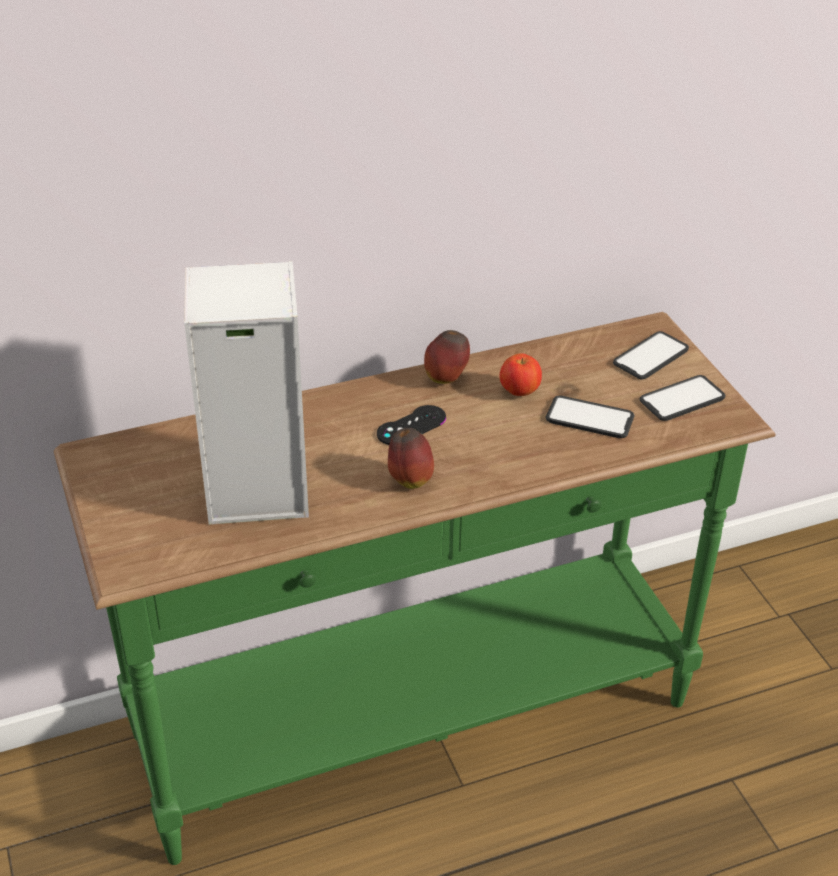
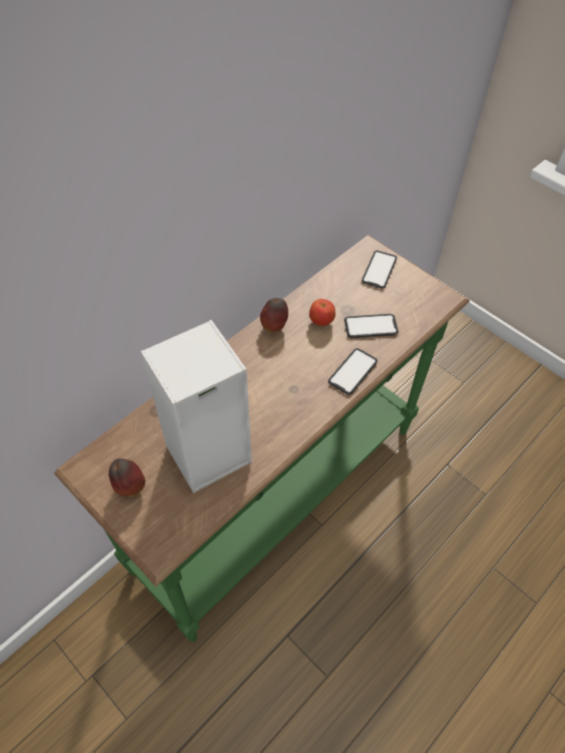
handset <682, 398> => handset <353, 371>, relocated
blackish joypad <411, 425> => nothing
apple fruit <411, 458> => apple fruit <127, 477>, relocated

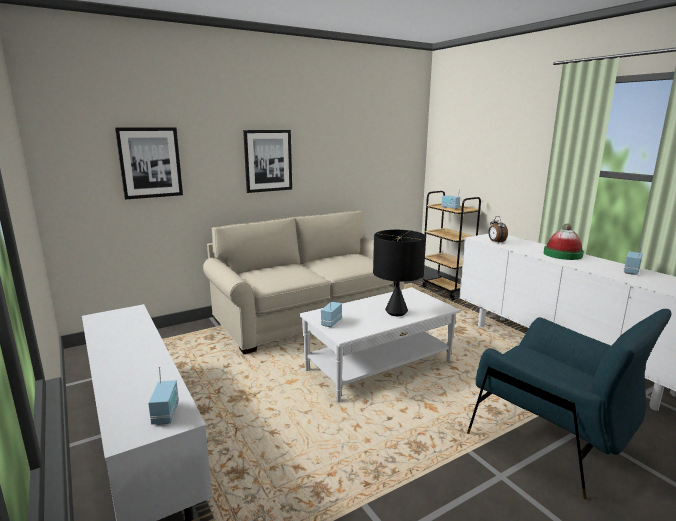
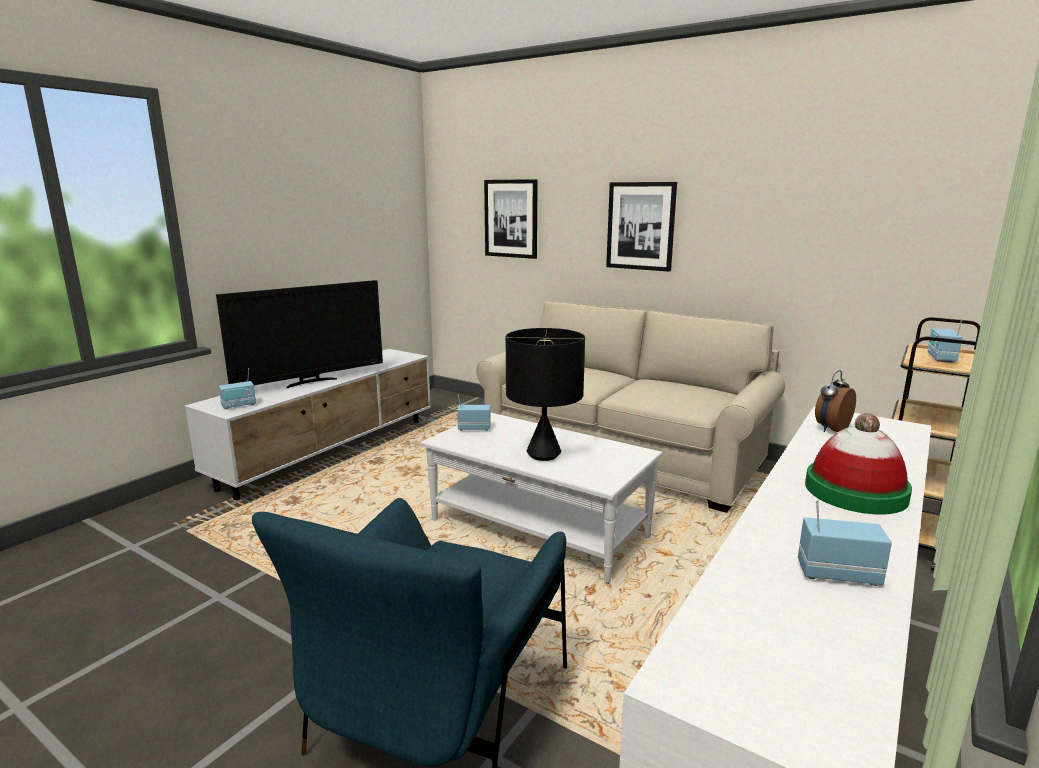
nothing => TV set <299, 334>

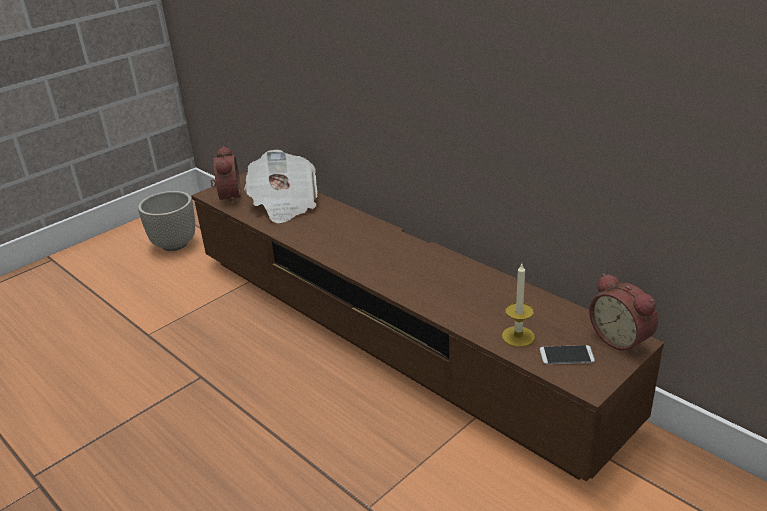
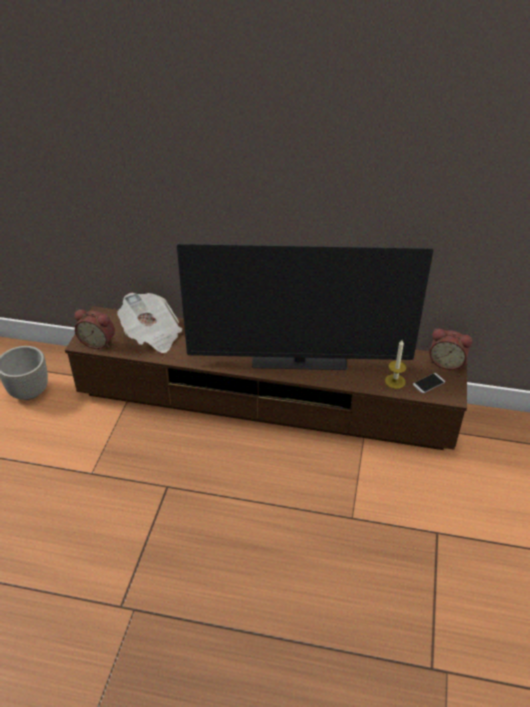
table clock <225, 175> => table clock <95, 329>, 150 degrees clockwise
nothing => TV set <305, 306>

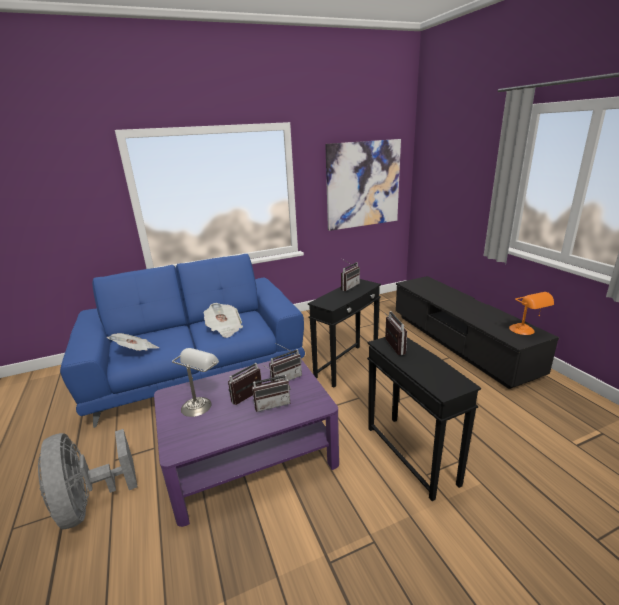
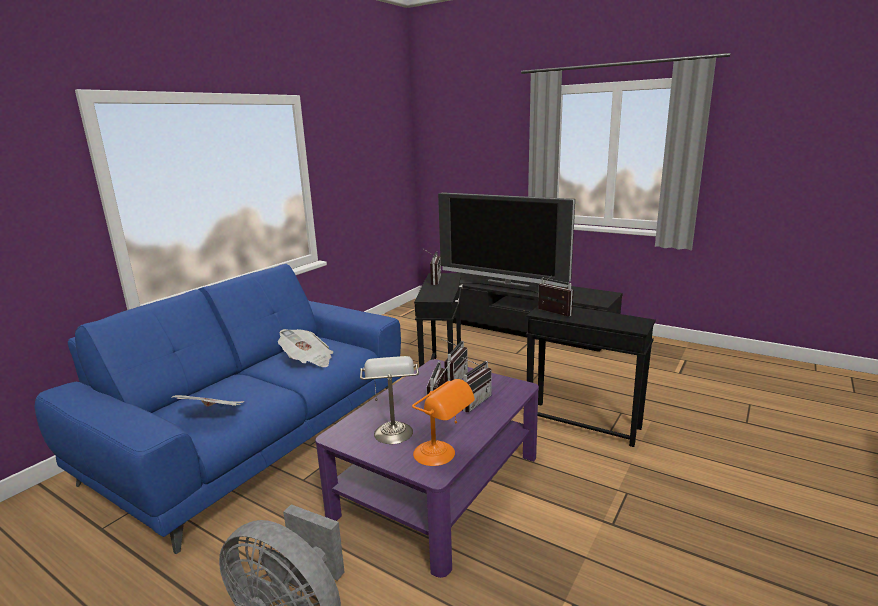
wall picture <363, 185> => nothing
orange lamp for a table <531, 313> => orange lamp for a table <443, 422>, relocated
nothing => TV set <506, 243>

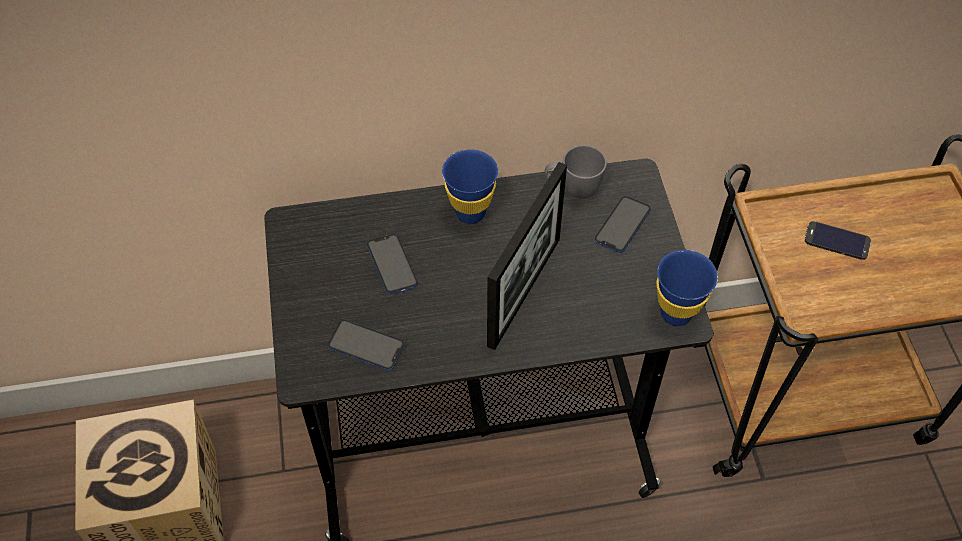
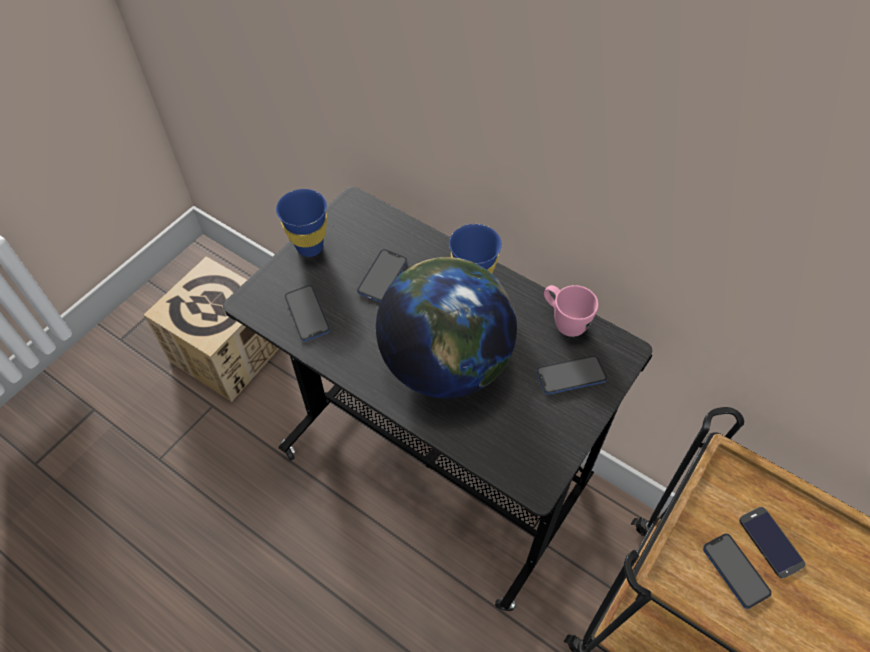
gray mug <576, 172> => pink-coloured mug <571, 311>
standing frame <527, 256> => desk globe <446, 327>
bluish small cup <687, 288> => bluish small cup <301, 223>, relocated
nothing => handset <737, 571>

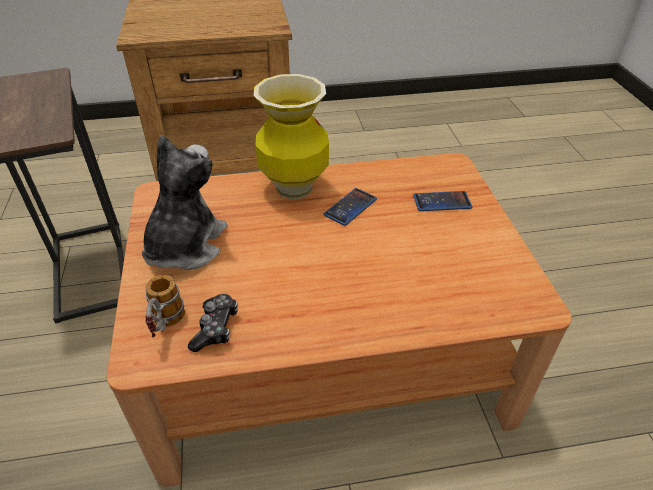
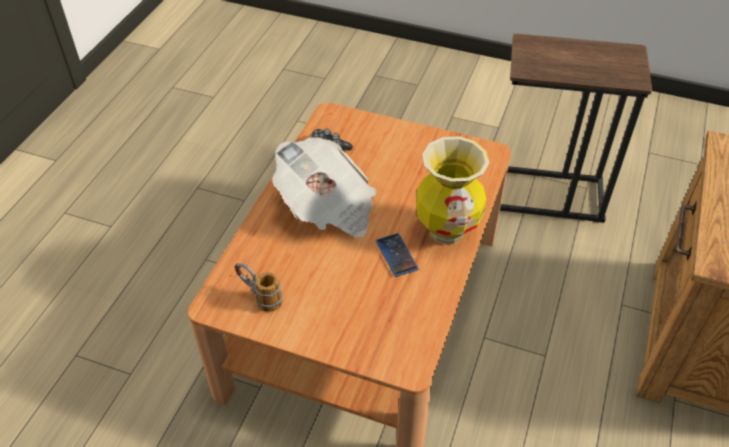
soft toy <184, 202> => nothing
handset <442, 201> => nothing
mug <165, 306> => mug <259, 287>, relocated
nothing => newspaper <324, 187>

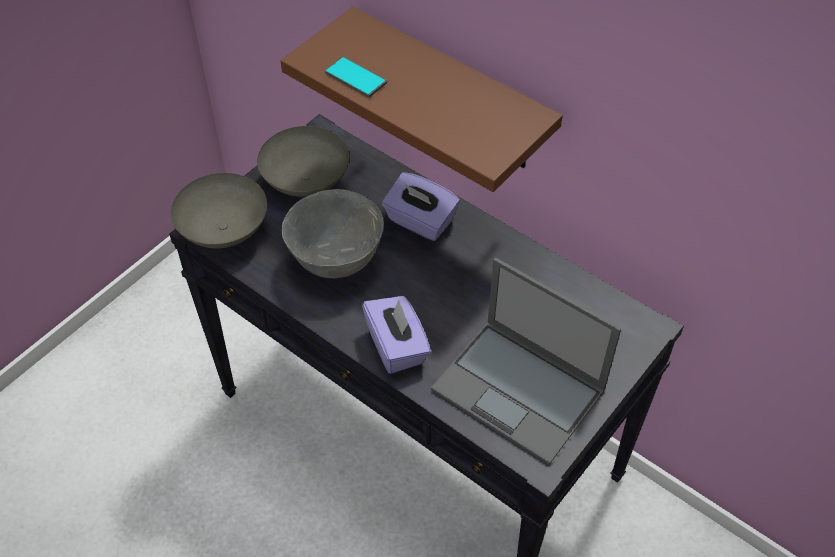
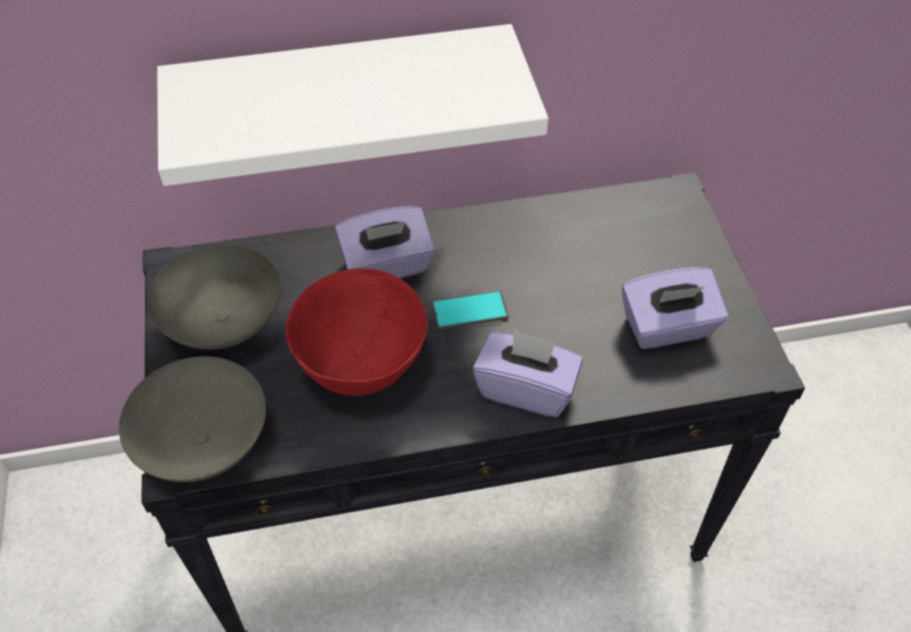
brownish bracket shelf <422, 99> => white-coloured bracket shelf <352, 105>
handset <356, 77> => handset <470, 310>, relocated
gray bowl <333, 233> => red bowl <357, 332>
notebook computer <526, 361> => purplish tissue box <675, 308>

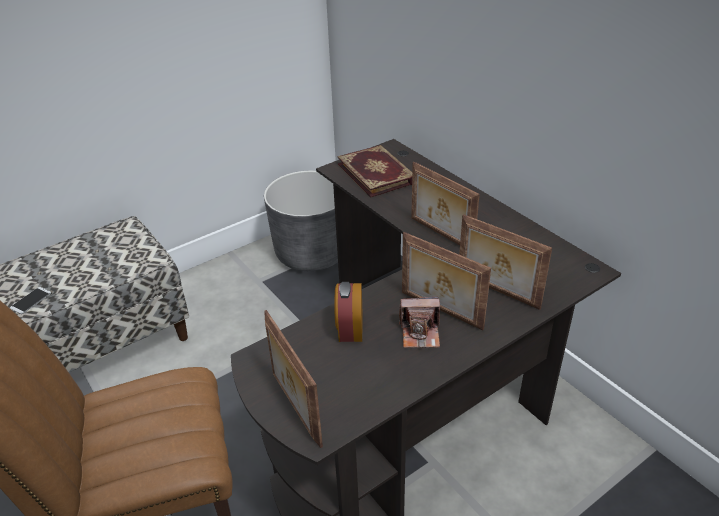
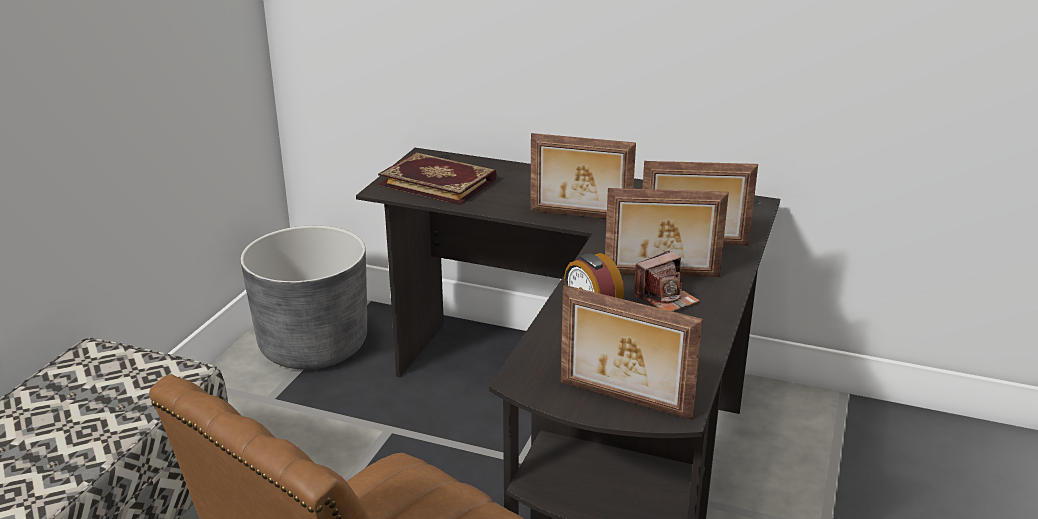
handset <30, 300> => nothing

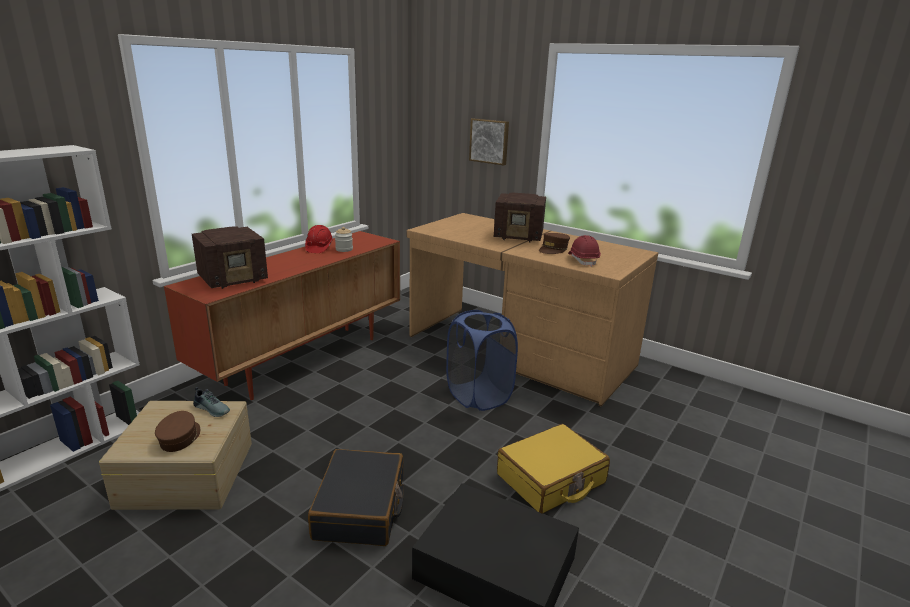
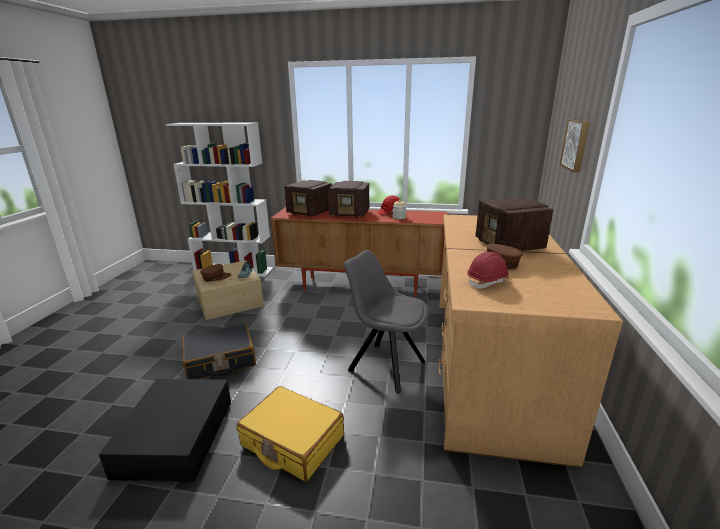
bluish laundry basket <482, 360> => gray upright chair <386, 321>
nothing => radio set <348, 199>

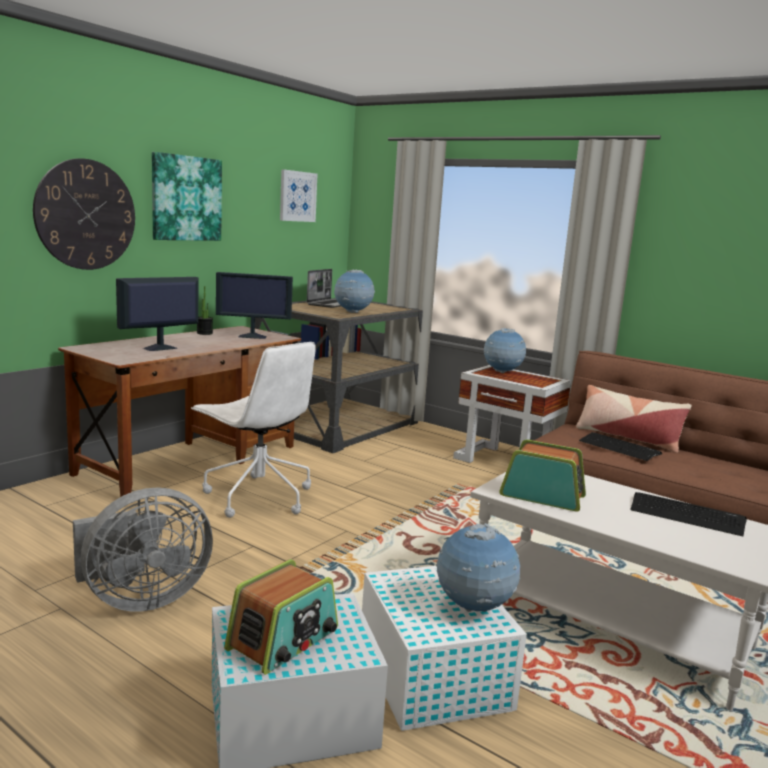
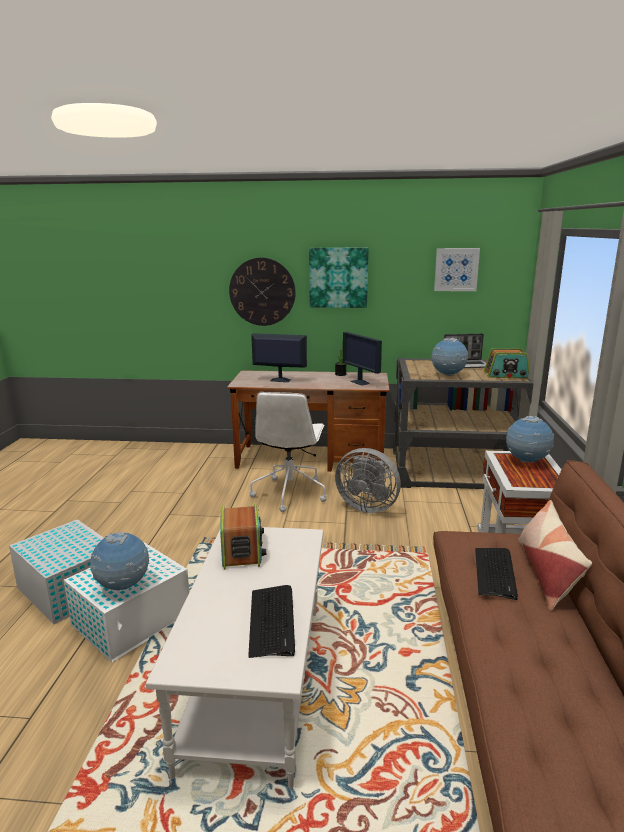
gray cooling fan <143, 550> => gray cooling fan <368, 480>, relocated
radio set <281, 617> => radio set <506, 363>, relocated

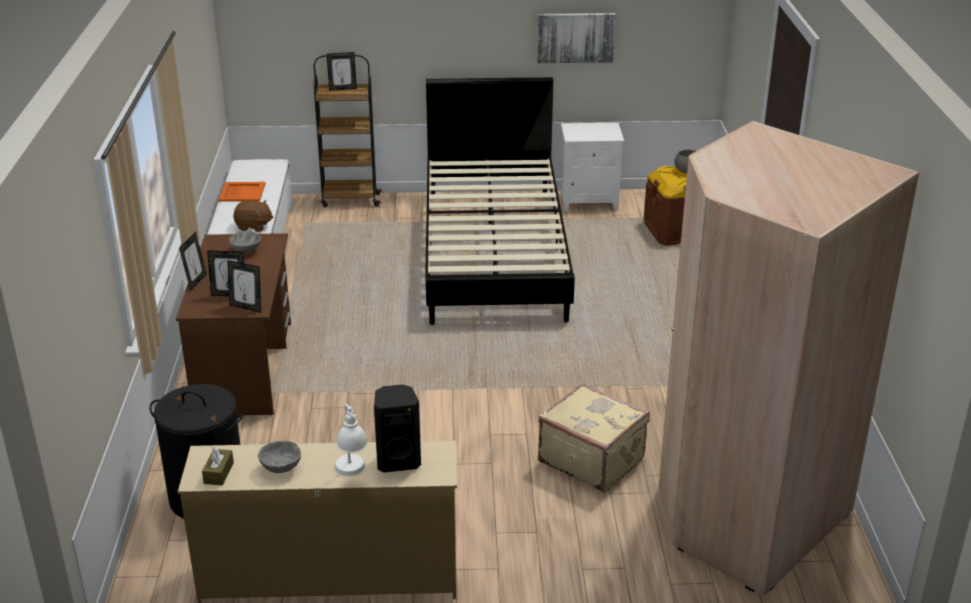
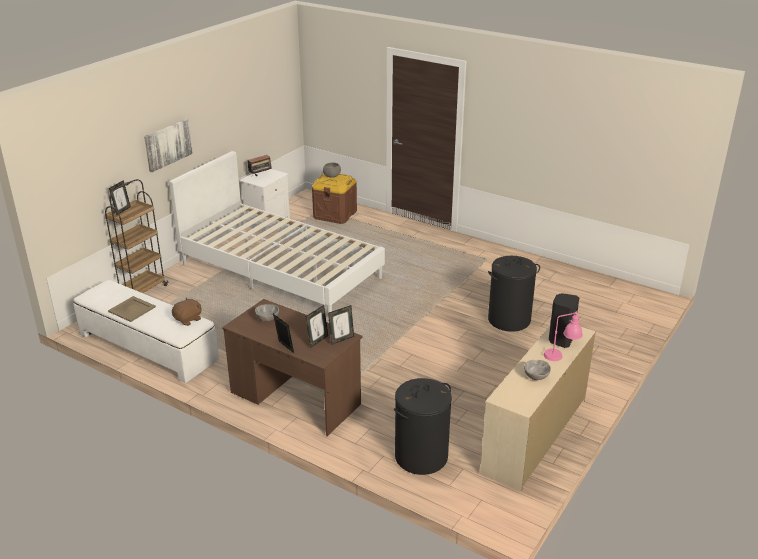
wall picture <576, 38> => wall picture <168, 145>, relocated
blackish sleeping bed <500, 201> => white-coloured sleeping bed <277, 234>
sand-coloured wardrobe <789, 358> => nothing
orange serving tray <242, 192> => sand-coloured serving tray <132, 309>
sand-coloured piece of luggage <594, 437> => blackish laundry basket <514, 294>
white-coloured lamp for a table <351, 439> => pink-coloured lamp for a table <563, 336>
brownish tissue box <218, 466> => nothing
nothing => radio set <260, 165>

